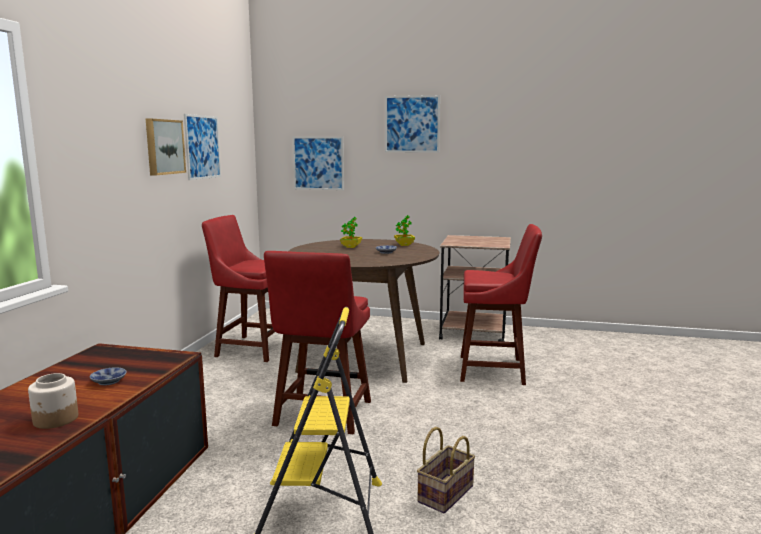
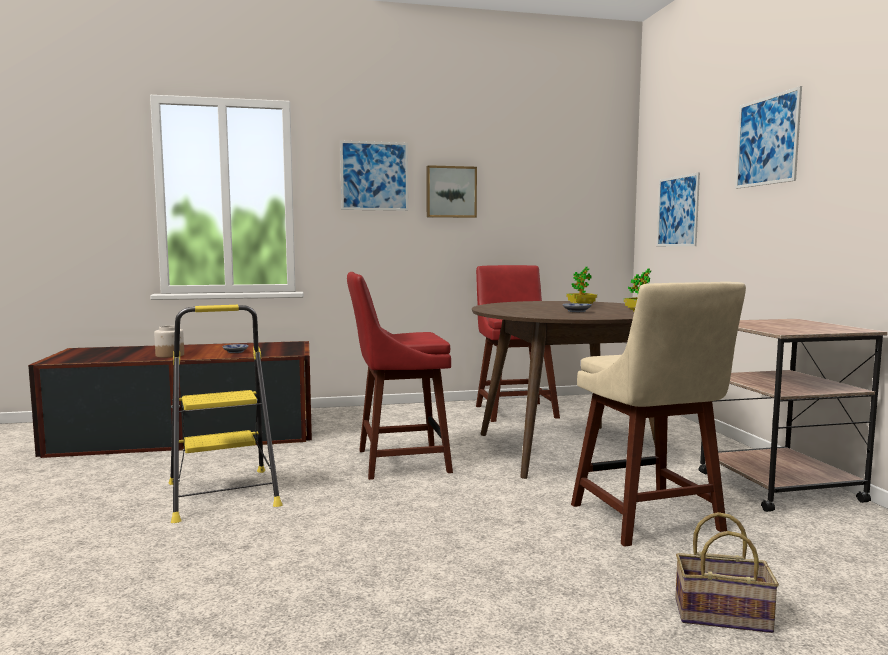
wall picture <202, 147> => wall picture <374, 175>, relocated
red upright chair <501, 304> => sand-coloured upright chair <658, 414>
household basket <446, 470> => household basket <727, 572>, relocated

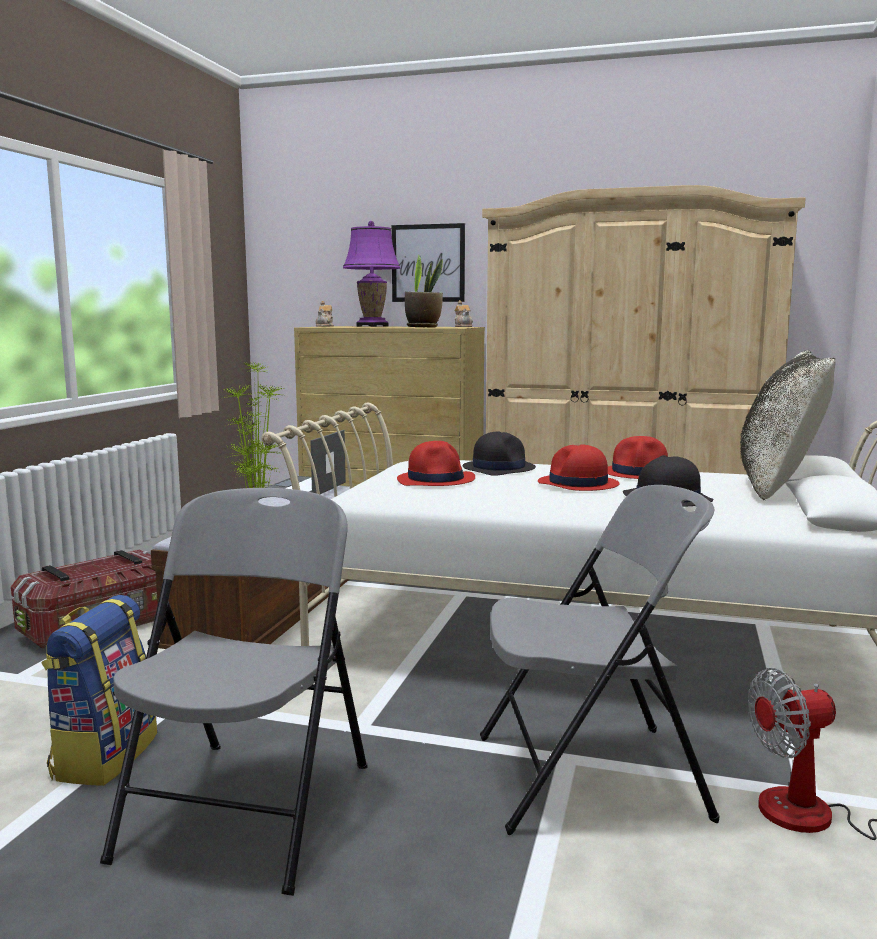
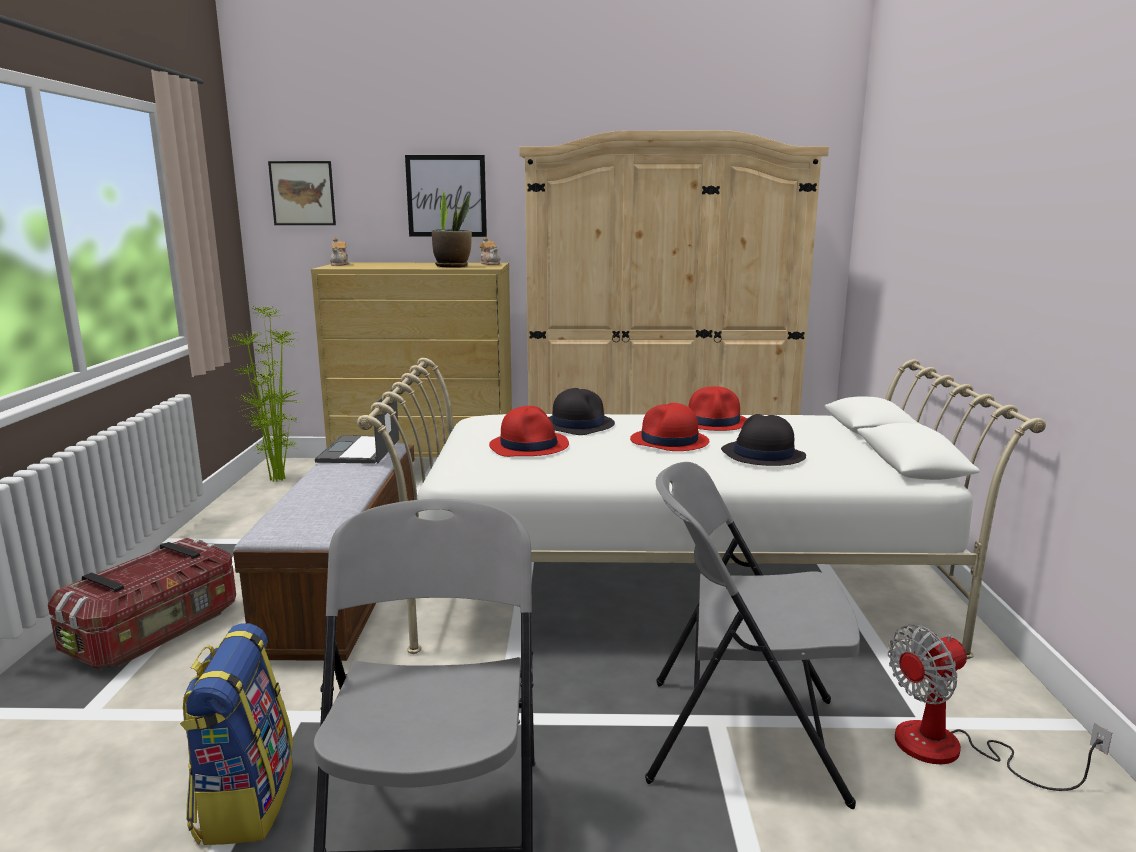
purplish lamp for a table <371, 274> => nothing
sand-coloured pillow <788, 425> => nothing
gray upright chair <599, 660> => gray upright chair <752, 635>, 150 degrees counterclockwise
nothing => wall picture <302, 193>

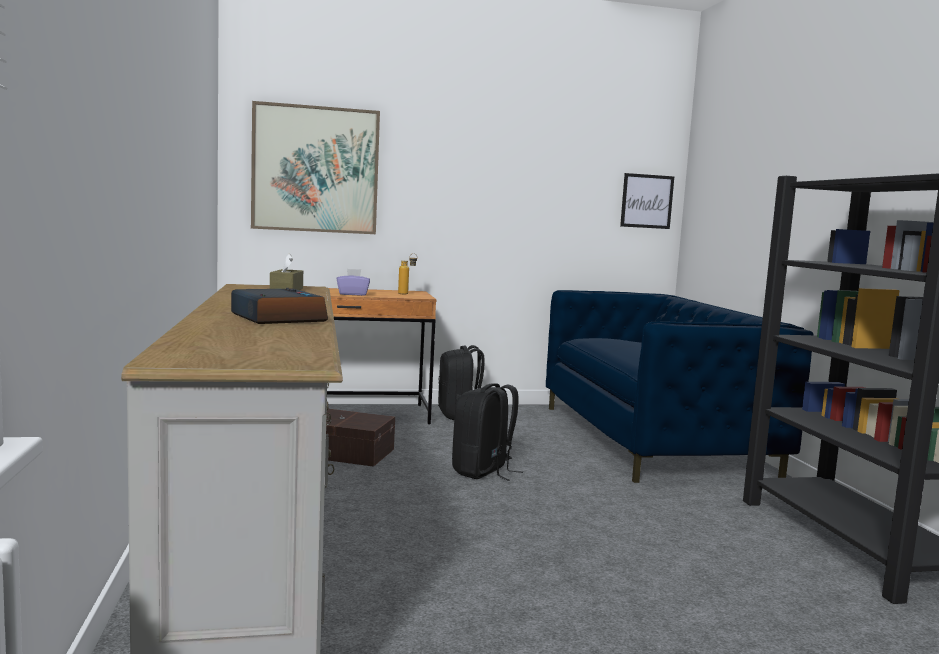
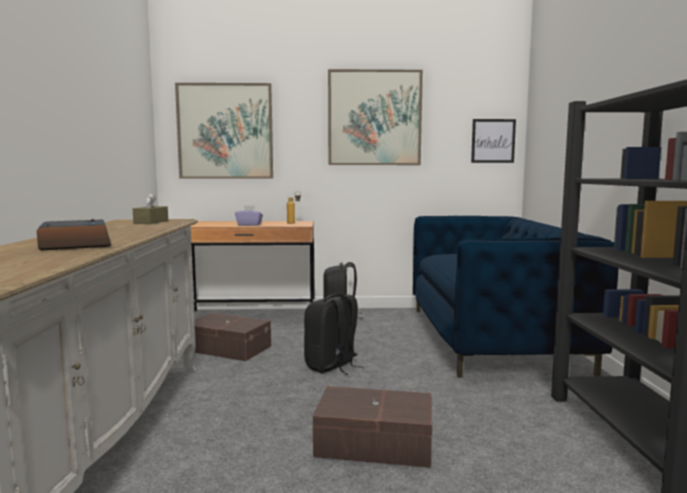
nothing => wall picture <375, 117>
nothing => brownish storage bin <373, 427>

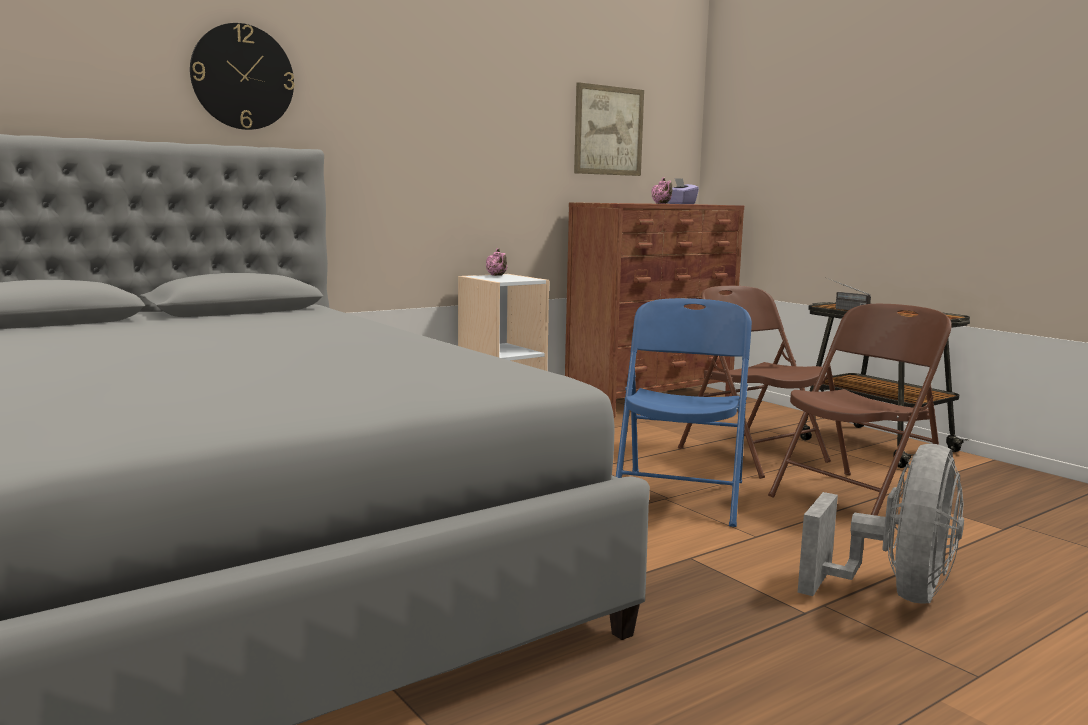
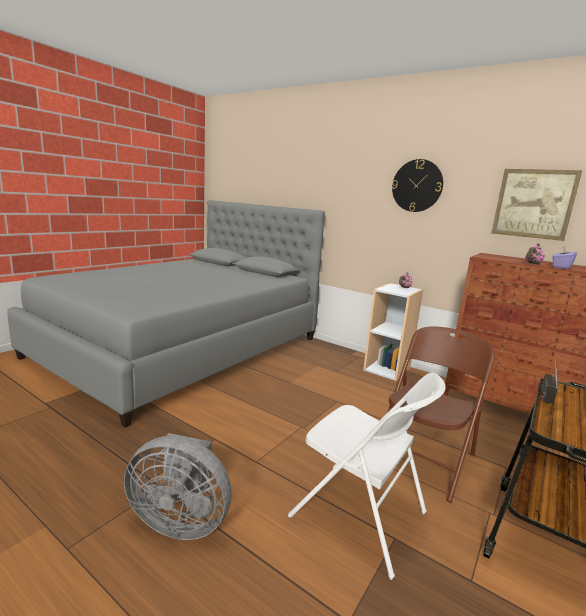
hanging clock <242, 76> => hanging clock <417, 185>, relocated
bluish upright chair <684, 412> => nothing
brownish upright chair <860, 410> => white-coloured upright chair <367, 476>

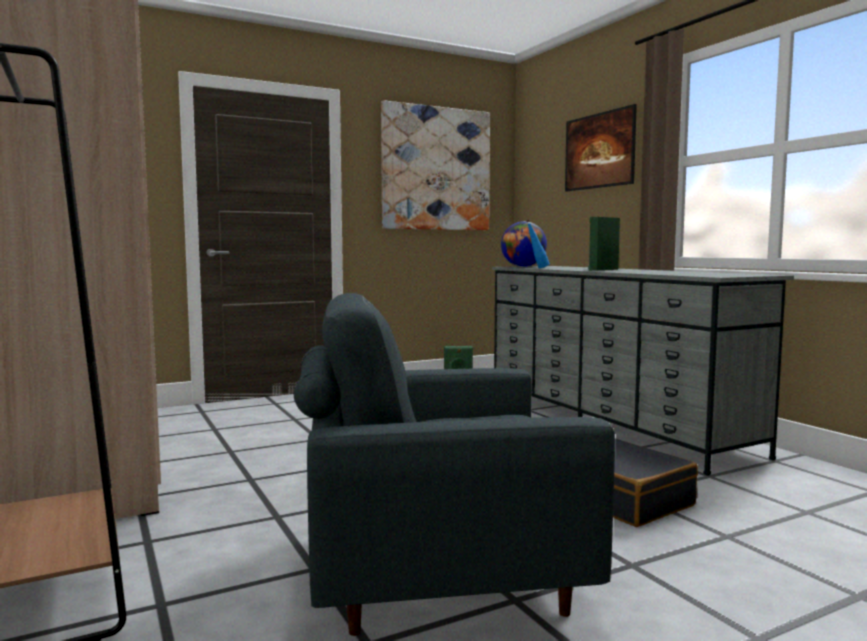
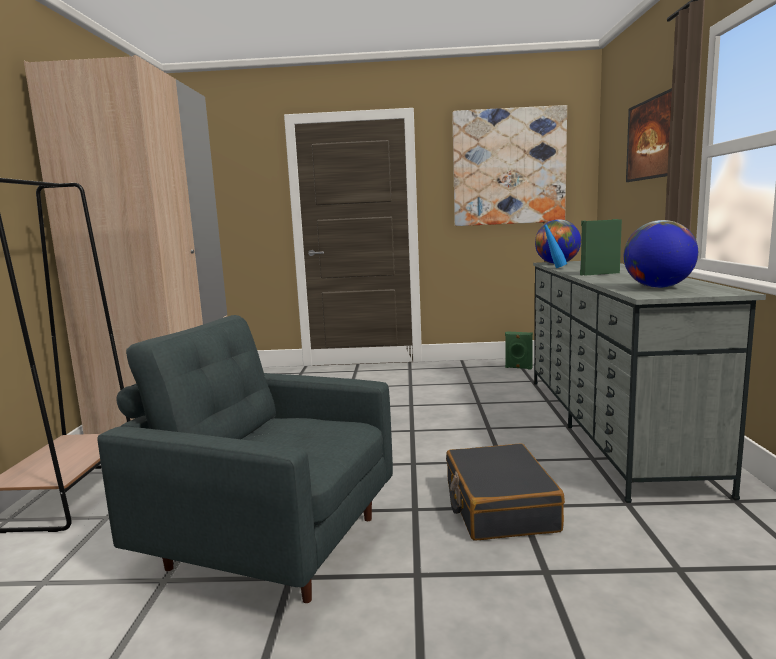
nothing => desk globe <661, 254>

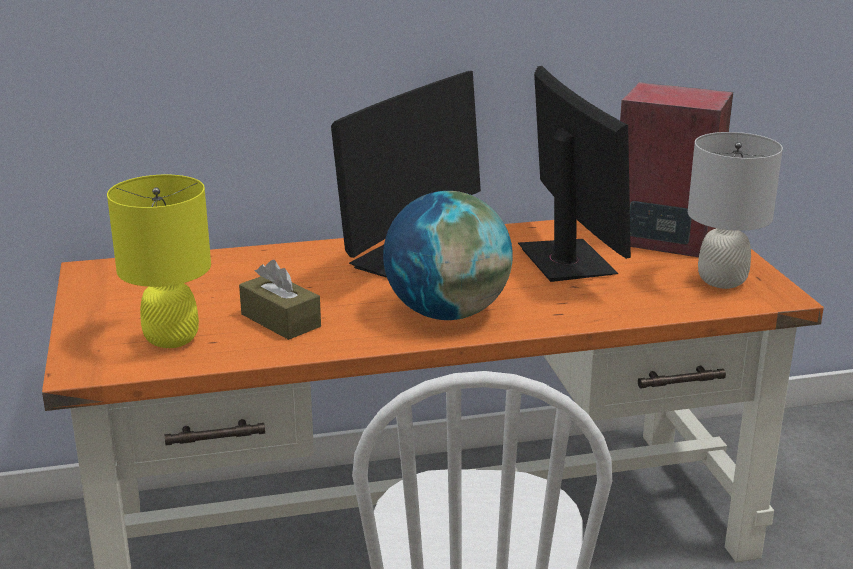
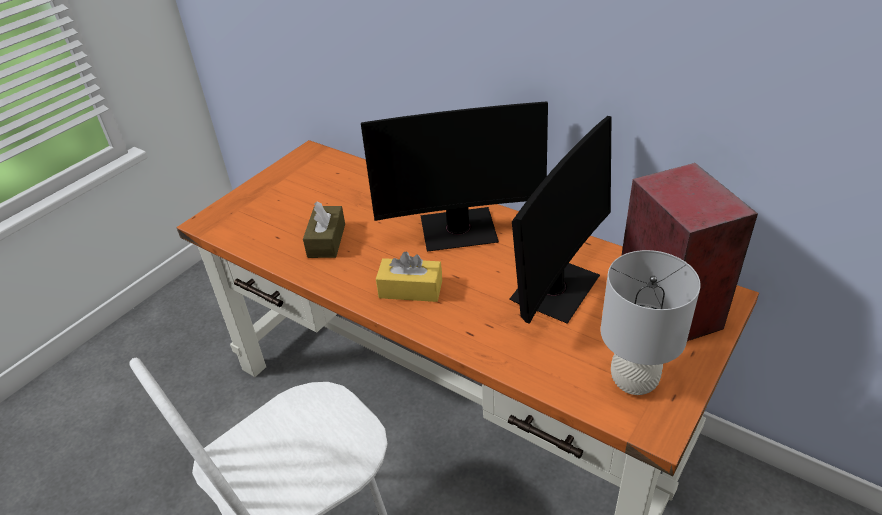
yellowish lamp for a table <159, 262> => nothing
desk globe <448, 255> => yellowish tissue box <409, 277>

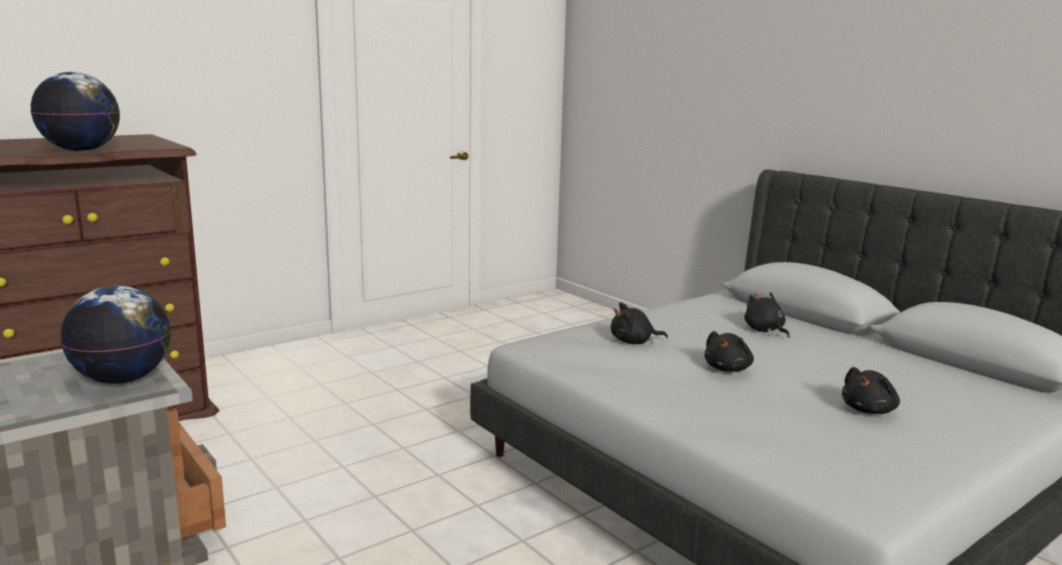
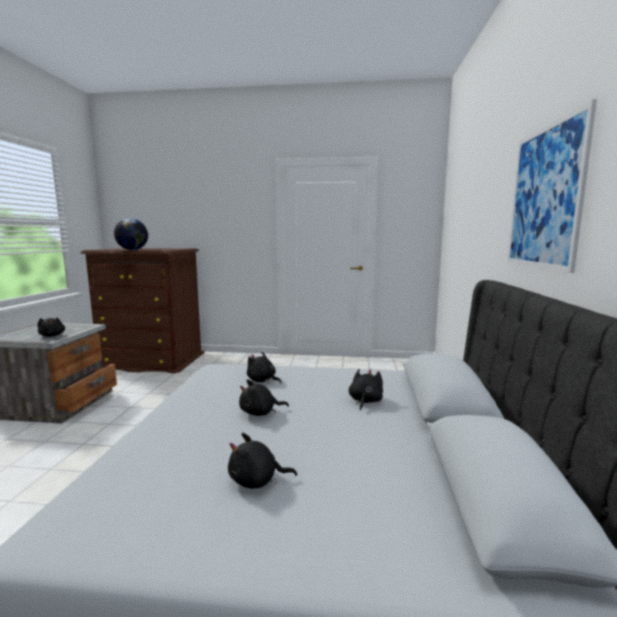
desk globe <115, 335> => blackish soft toy <51, 327>
nothing => wall picture <552, 186>

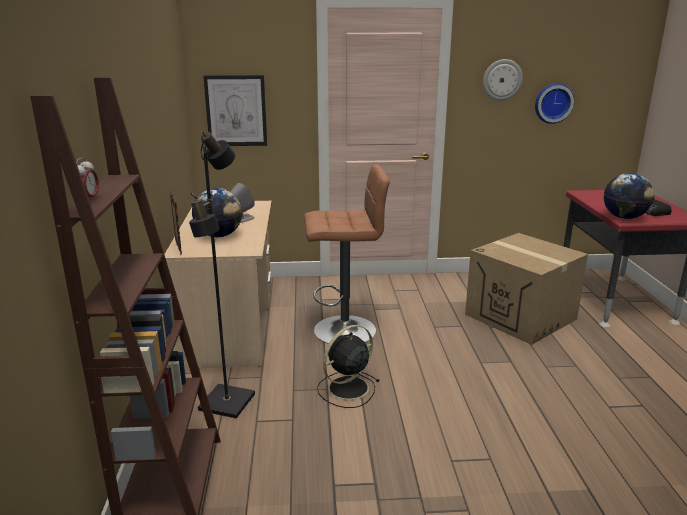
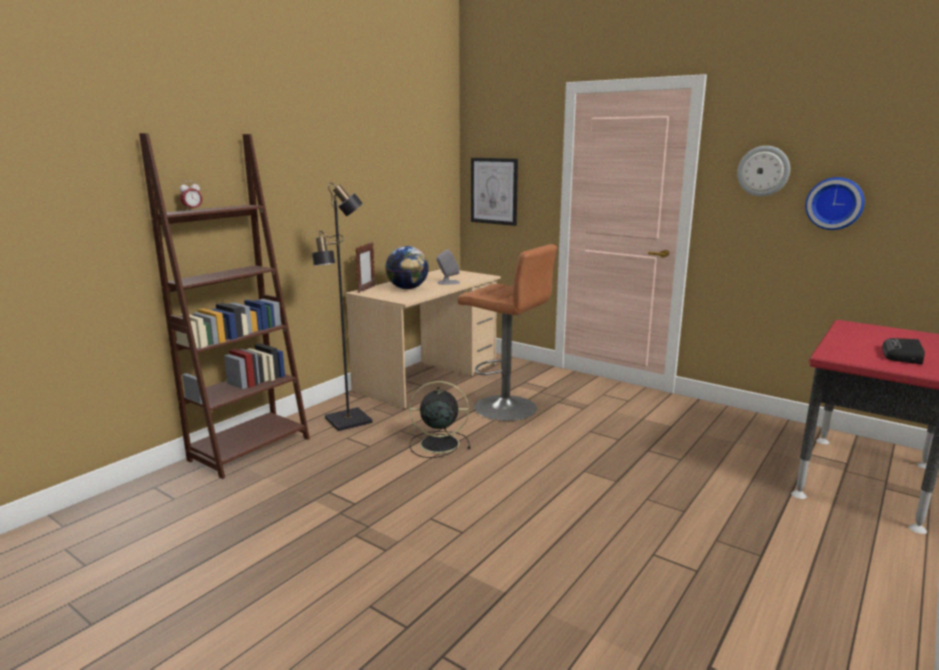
desk globe <629, 196> => nothing
packing box <526, 289> => nothing

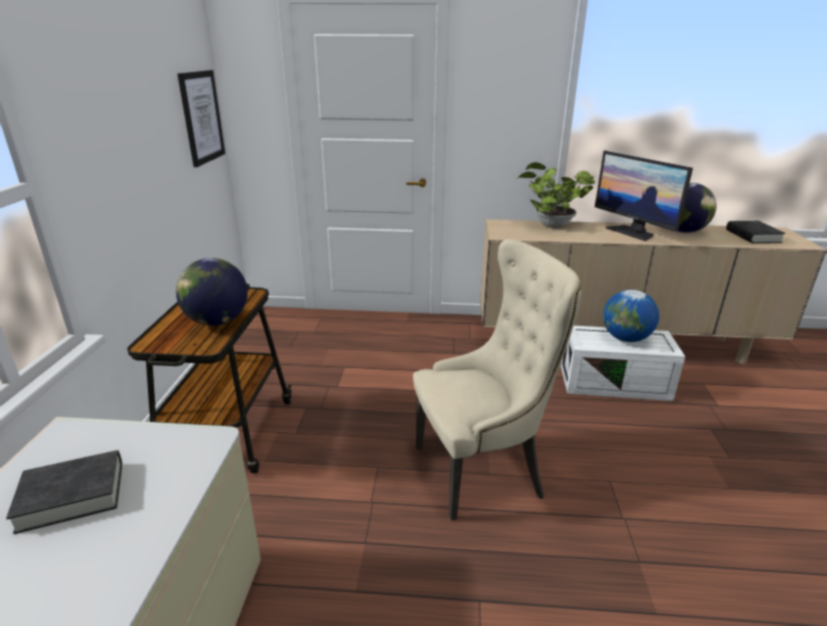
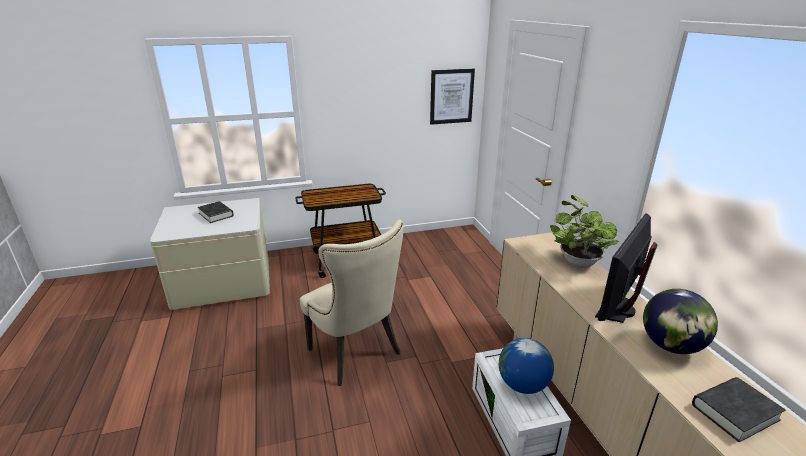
desk globe <212, 292> => nothing

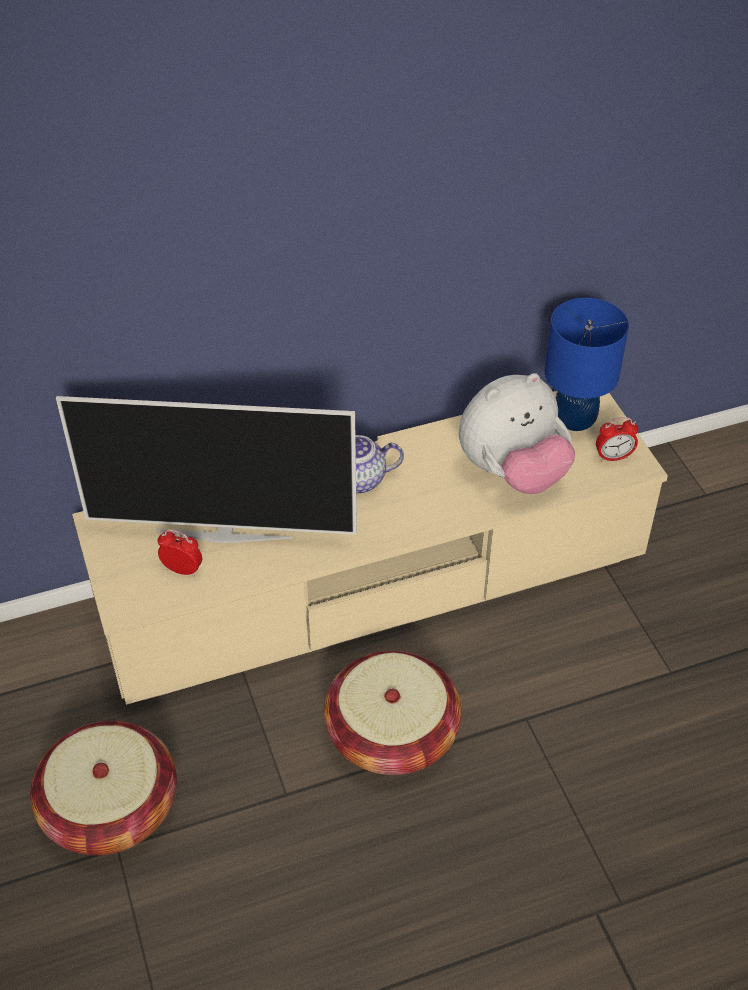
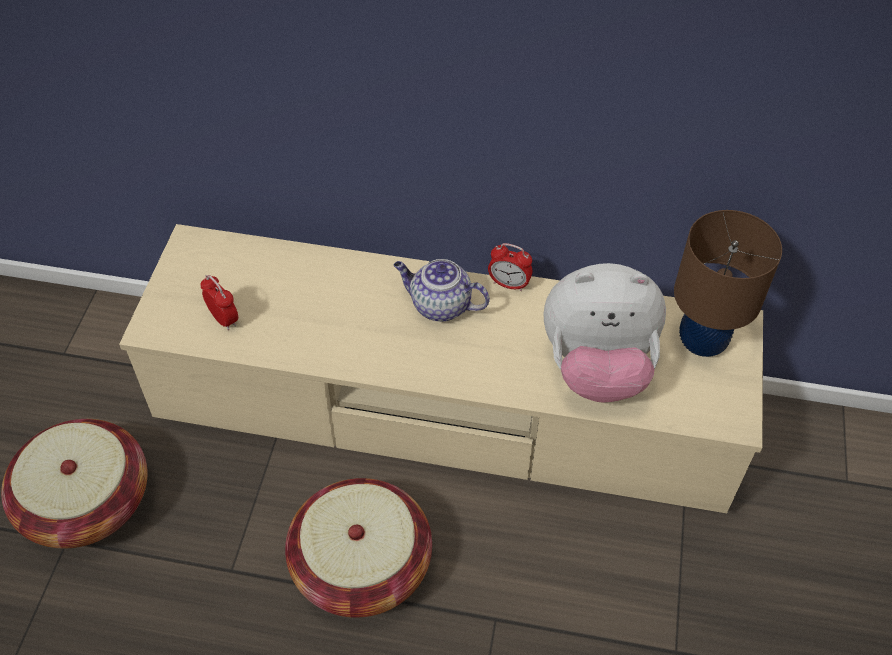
bluish lamp for a table <587, 364> => brownish lamp for a table <728, 283>
TV set <206, 469> => nothing
table clock <617, 439> => table clock <510, 267>, relocated

